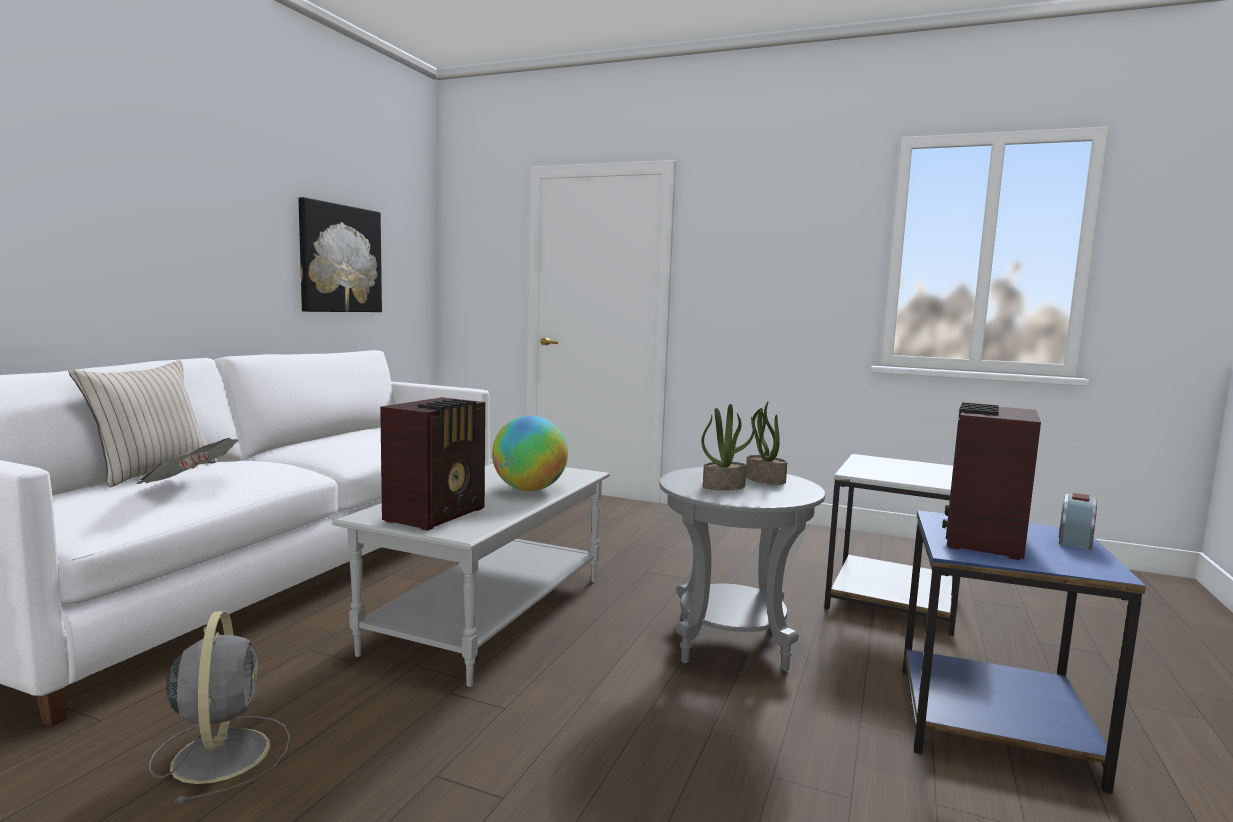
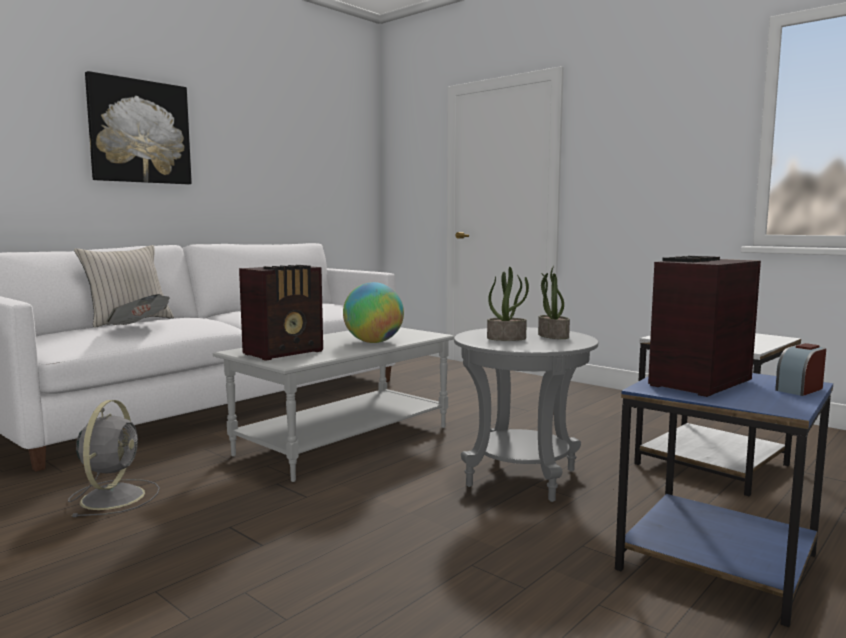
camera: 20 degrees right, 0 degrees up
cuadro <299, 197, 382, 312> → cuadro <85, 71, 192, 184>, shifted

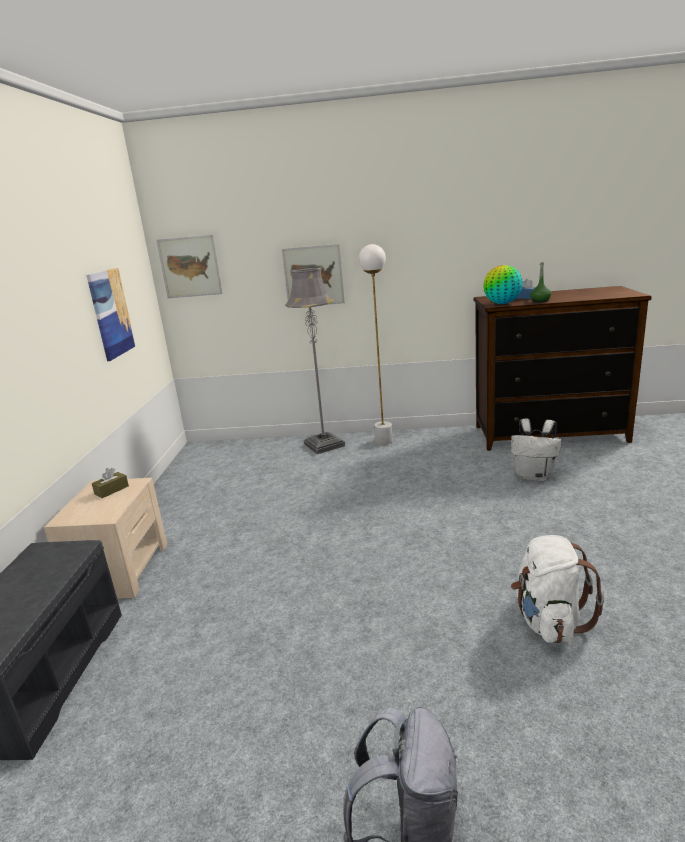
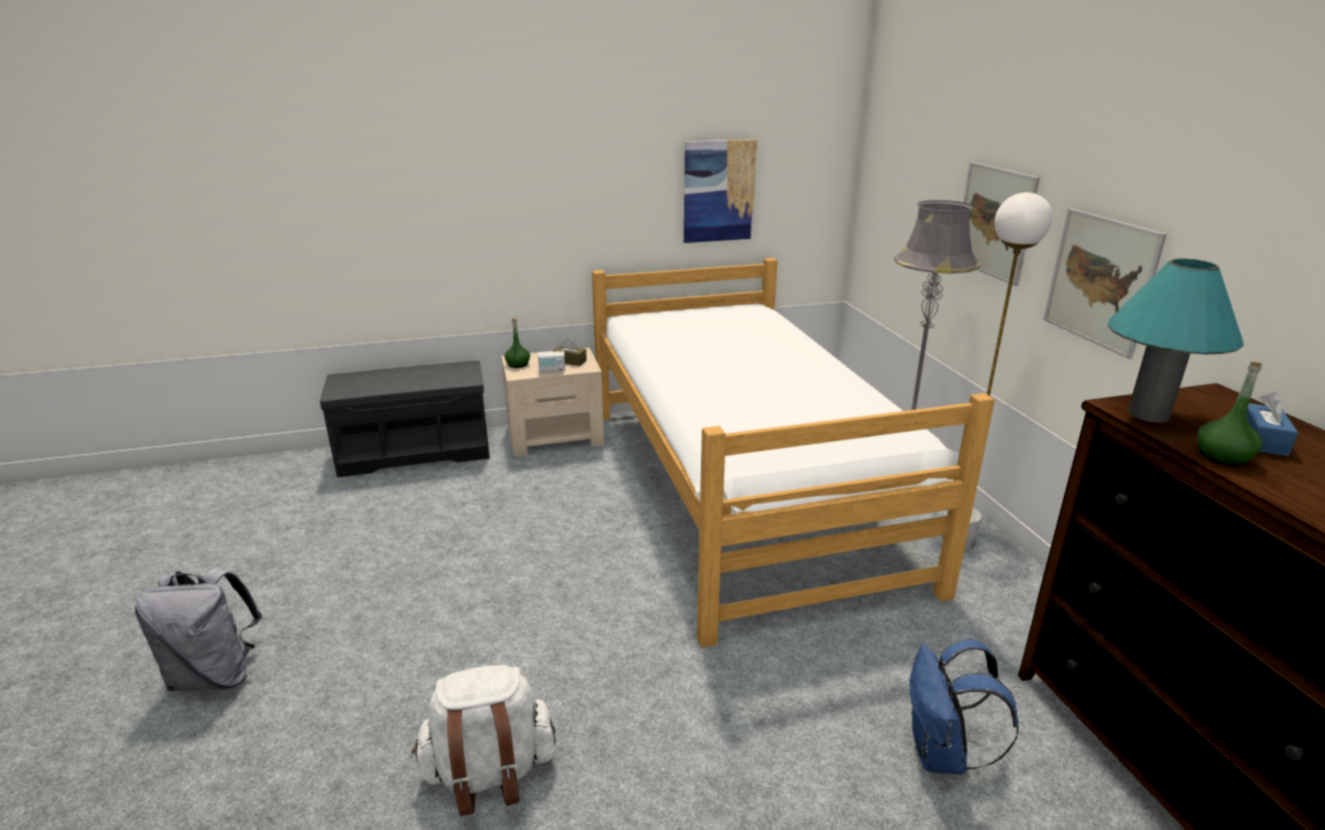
camera: 70 degrees right, 5 degrees up
- → botella (verde) <505, 318, 530, 368>
- → radio <538, 339, 565, 374>
- → cama <592, 258, 995, 648>
mochila (blanco) <511, 419, 562, 481> → mochila (azul) <909, 639, 1019, 774>
cuadro <156, 235, 223, 298> → cuadro <1043, 208, 1167, 359>, shifted
globo terráqueo <483, 265, 523, 304> → lámpara de mesa (turquesa) <1108, 259, 1244, 423>

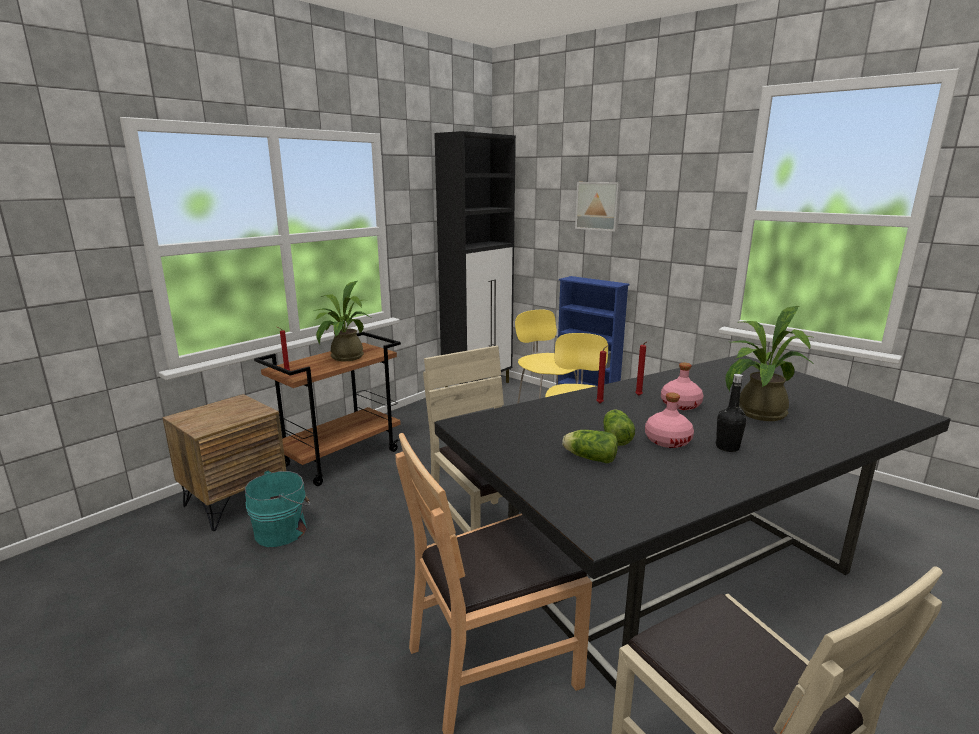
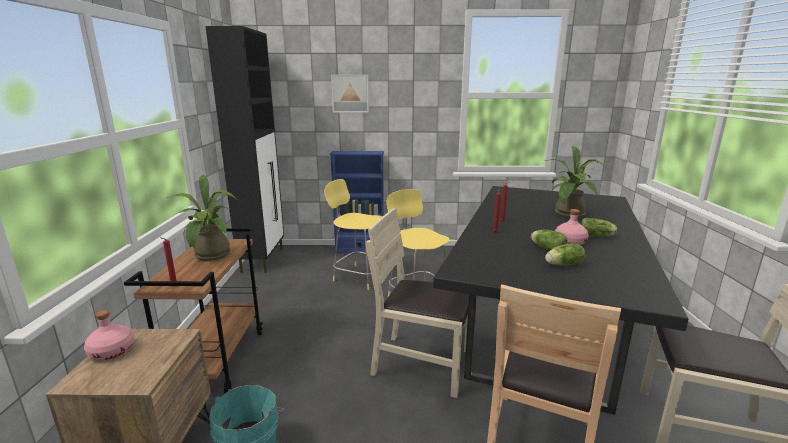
camera: 40 degrees left, 0 degrees up
botella (rosa) <661, 362, 704, 410> → botella (rosa) <84, 310, 134, 360>, shifted
botella (negro) <716, 374, 747, 452> → lechuga <581, 218, 617, 237>

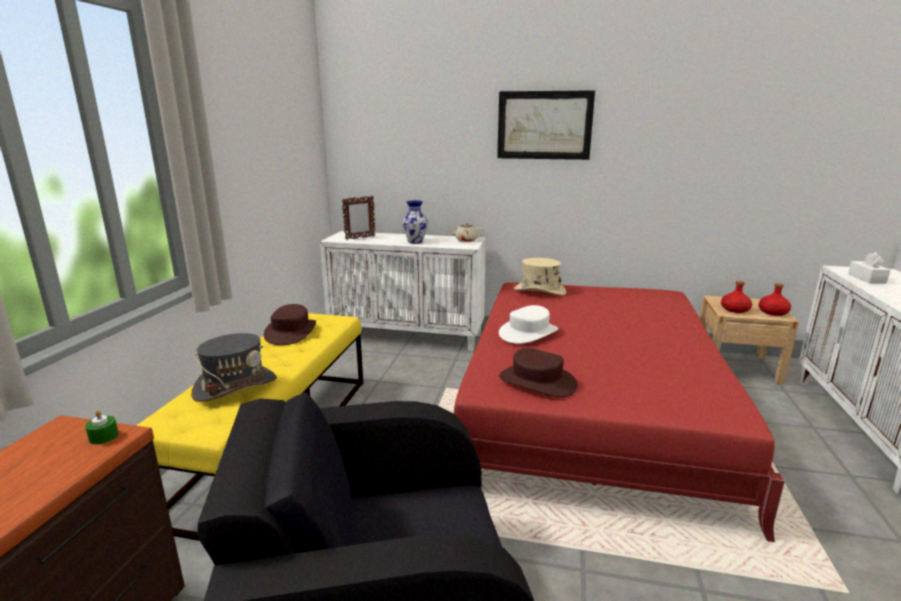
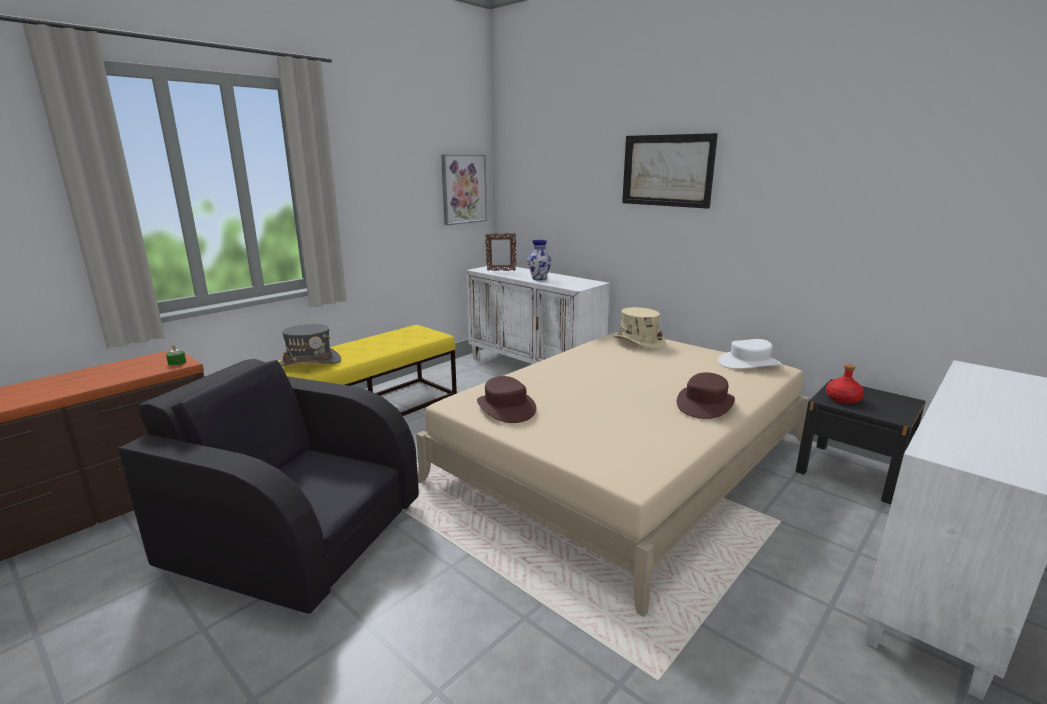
camera: 30 degrees right, 0 degrees up
cama (rojo) <454, 283, 785, 542> → cama (beis) <416, 332, 809, 617>
- → cuadro <441, 154, 487, 225>
sombrero (marrón) <264, 304, 316, 345> → sombrero (marrón) <677, 372, 735, 419>, shifted
sombrero (blanco) <499, 305, 558, 344> → sombrero (blanco) <718, 339, 782, 369>, shifted
mesita de noche (beis) <700, 295, 799, 384> → mesita de noche (negro) <796, 379, 926, 504>
tetera (beis) <448, 222, 484, 242> → -
botella (rojo) <759, 283, 791, 316> → -
caja de pañuelos (blanco) <848, 252, 891, 283> → -

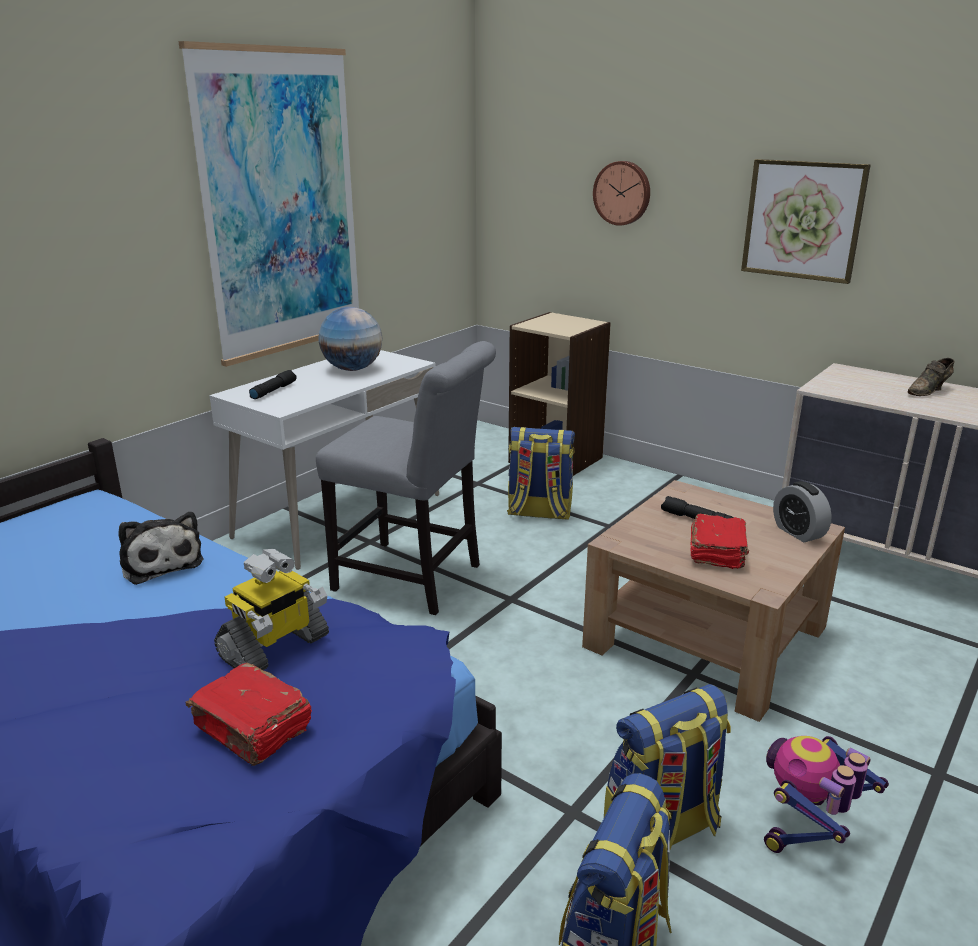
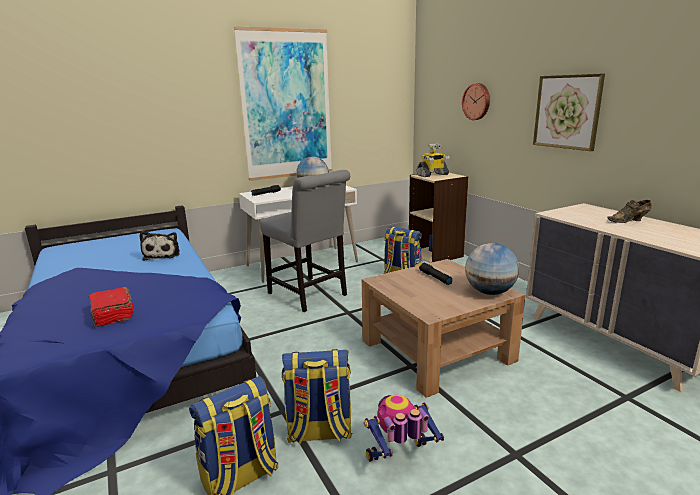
camera: 25 degrees right, 5 degrees down
robot de juguete <214, 549, 329, 670> → robot de juguete <416, 143, 450, 177>, shifted
despertador <773, 481, 832, 542> → globo terráqueo <465, 243, 519, 295>
libro (rojo) <691, 514, 749, 569> → -

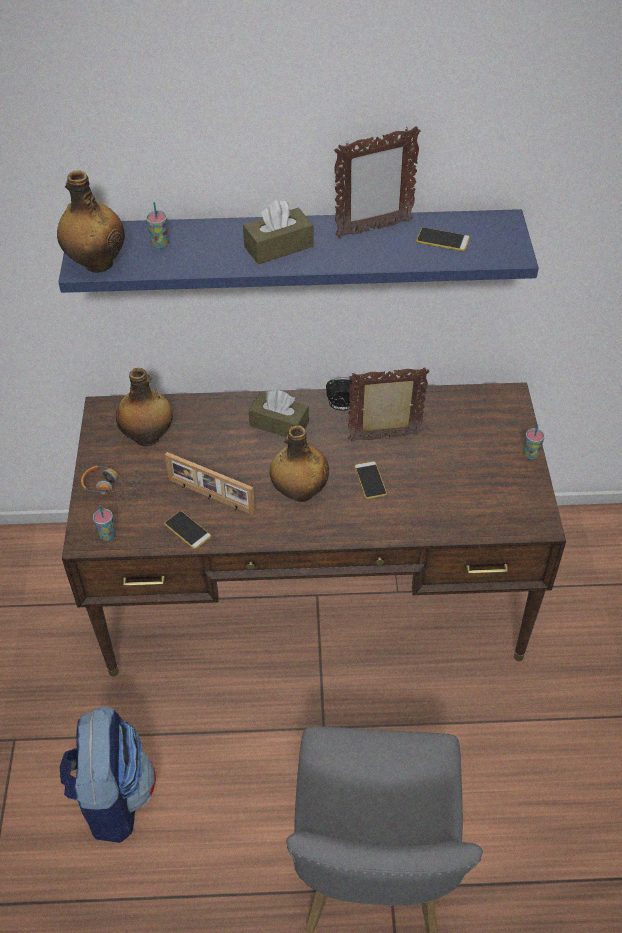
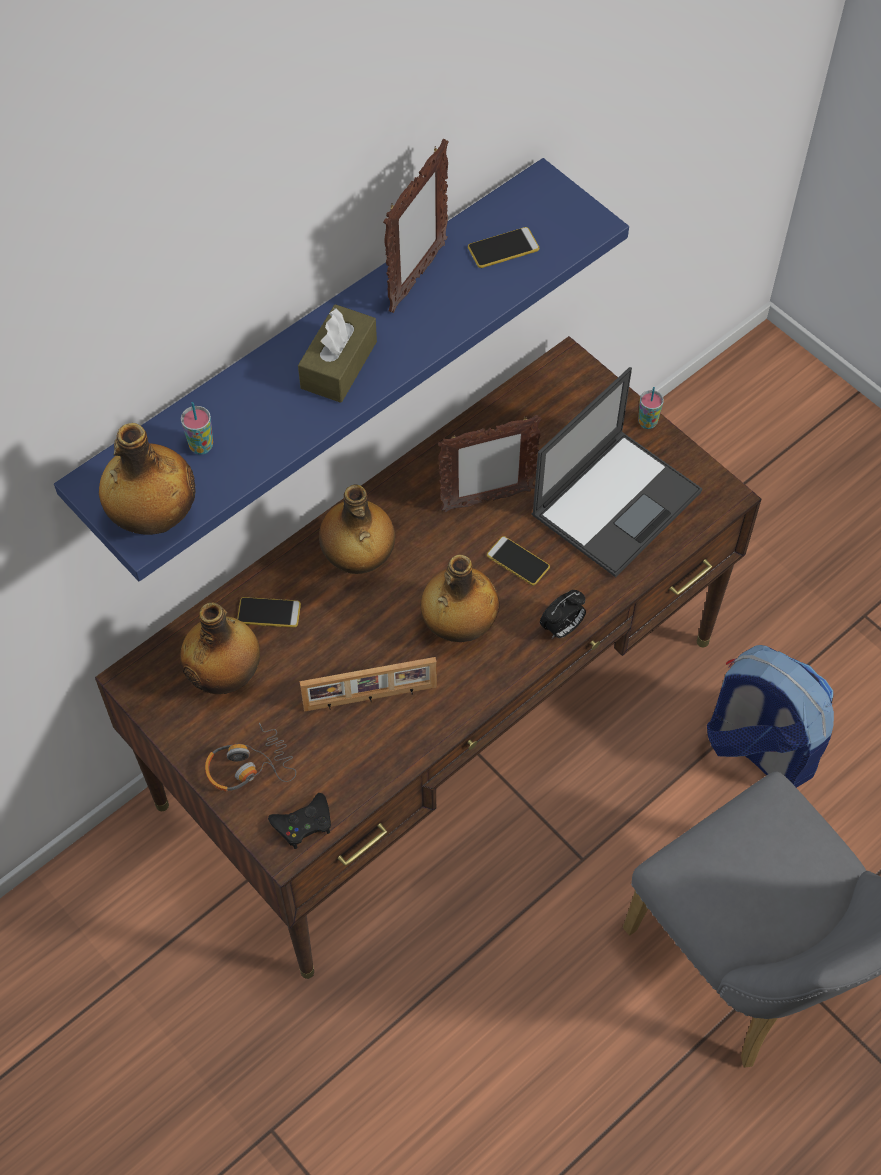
camera: 40 degrees left, 10 degrees up
móvil <164, 511, 211, 549> → móvil <237, 597, 301, 627>, shifted
taza <93, 506, 115, 541> → mando de consola (negro) <268, 793, 331, 849>
caja de pañuelos (marrón) <249, 390, 309, 437> → botella <319, 485, 395, 574>
portarretratos <348, 367, 430, 442> → portarretratos <438, 415, 542, 512>, 150 degrees counterclockwise
- → portátil <532, 367, 702, 577>
despertador <326, 377, 357, 411> → despertador <540, 590, 586, 638>, shifted
mochila <60, 707, 156, 843> → mochila <707, 645, 834, 788>, shifted

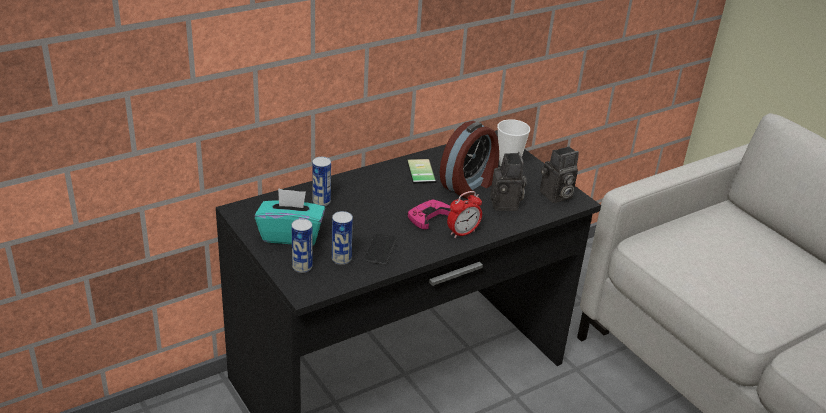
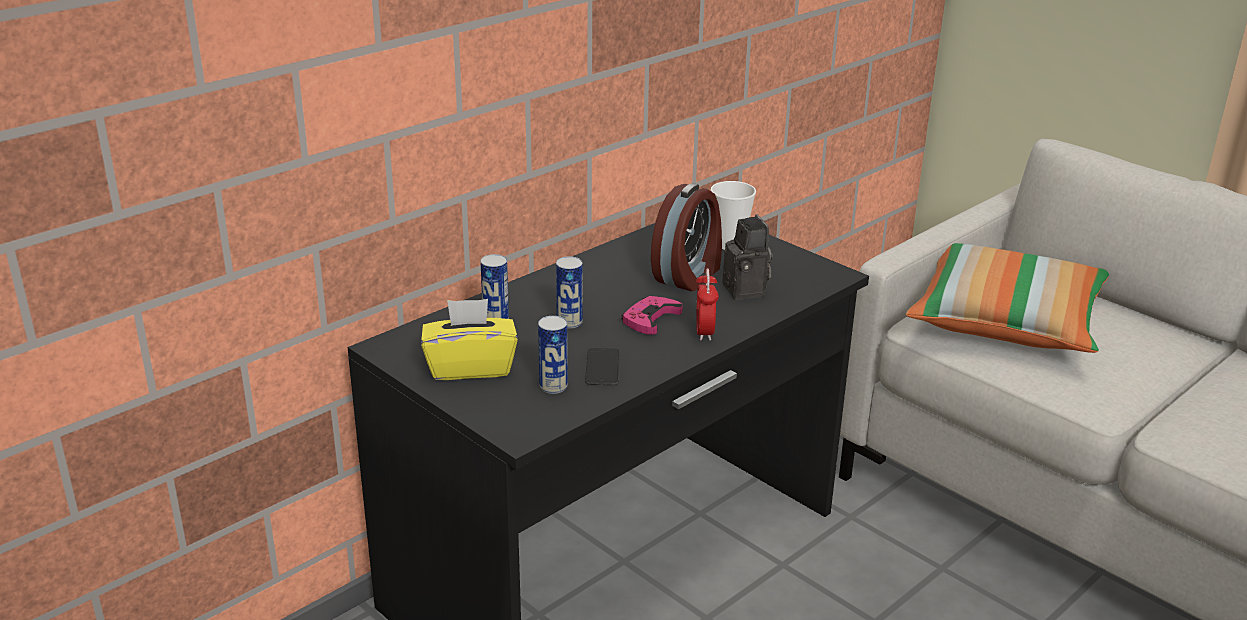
camera: 10 degrees left, 5 degrees down
caja de pañuelos (turquesa) <255, 188, 325, 246> → caja de pañuelos (amarillo) <421, 299, 518, 380>
lata <291, 219, 312, 273> → lata <556, 256, 583, 329>, shifted
despertador <447, 191, 482, 238> → despertador <696, 268, 719, 341>, 135 degrees clockwise
- → cojín <906, 243, 1109, 353>
móvil <407, 158, 437, 184> → -
cámara <540, 146, 579, 203> → -

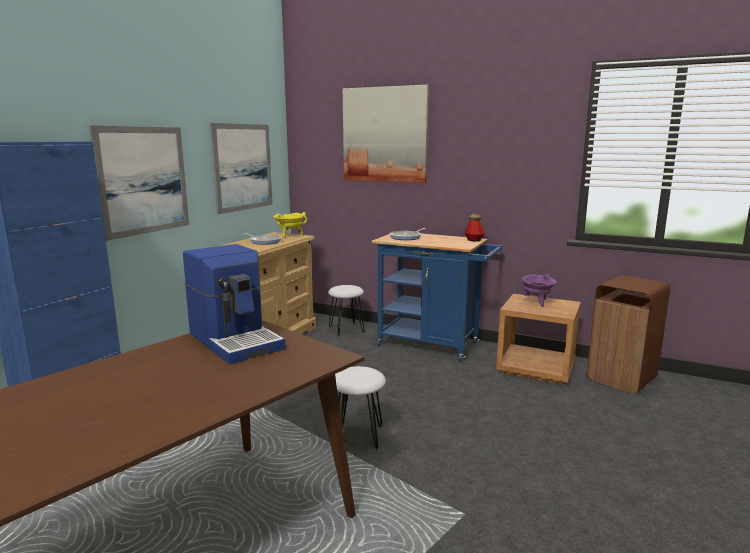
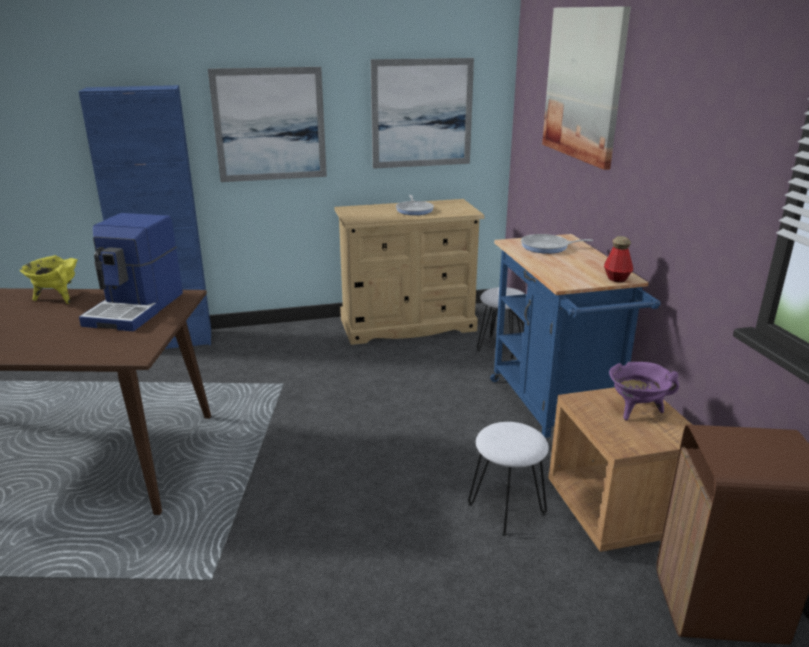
camera: 50 degrees right, 10 degrees up
olla (amarillo) <274, 212, 307, 237> → olla (amarillo) <20, 255, 78, 304>, shifted
taburete (blanco) <335, 366, 386, 451> → taburete (blanco) <468, 422, 549, 536>, shifted

